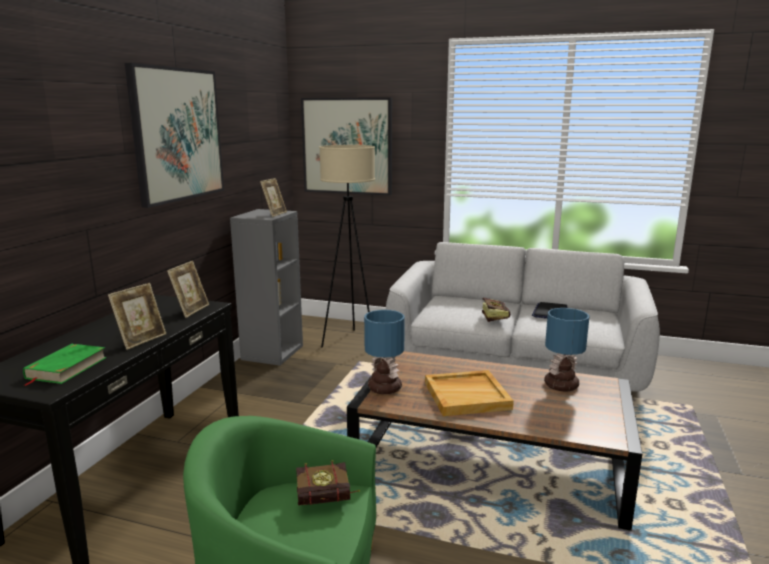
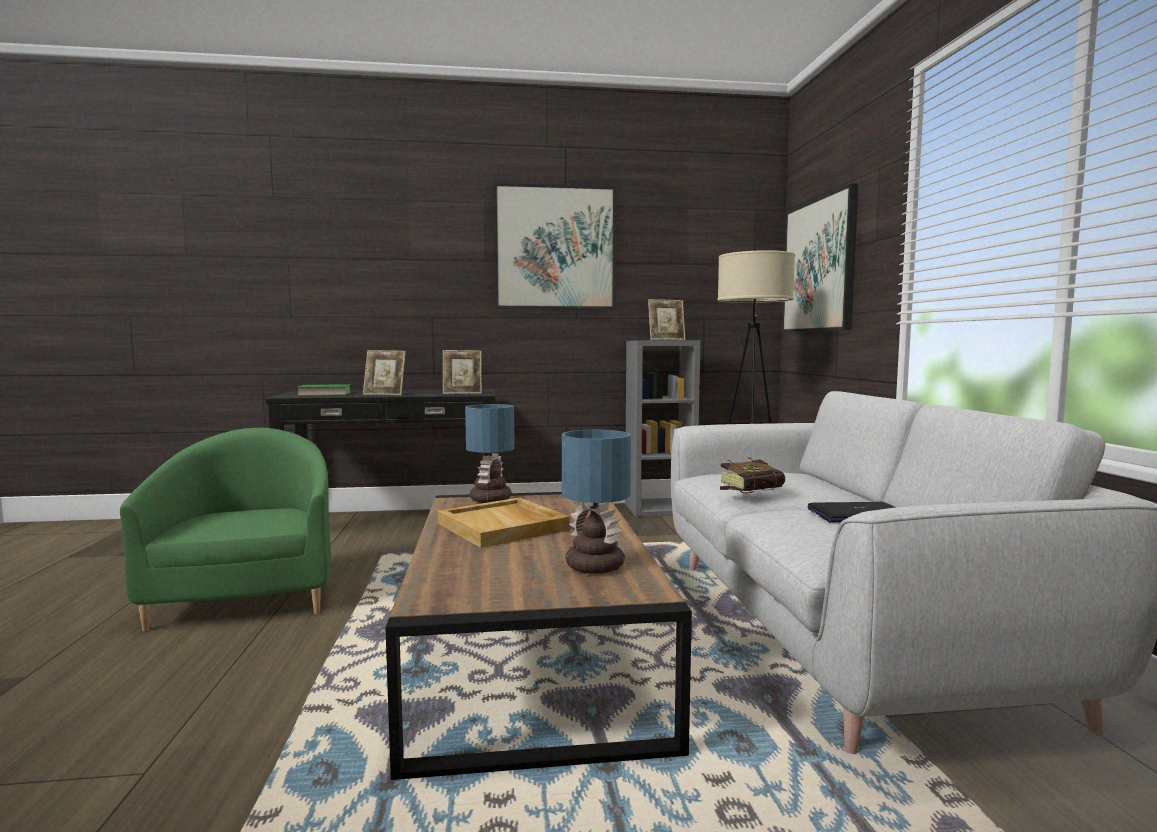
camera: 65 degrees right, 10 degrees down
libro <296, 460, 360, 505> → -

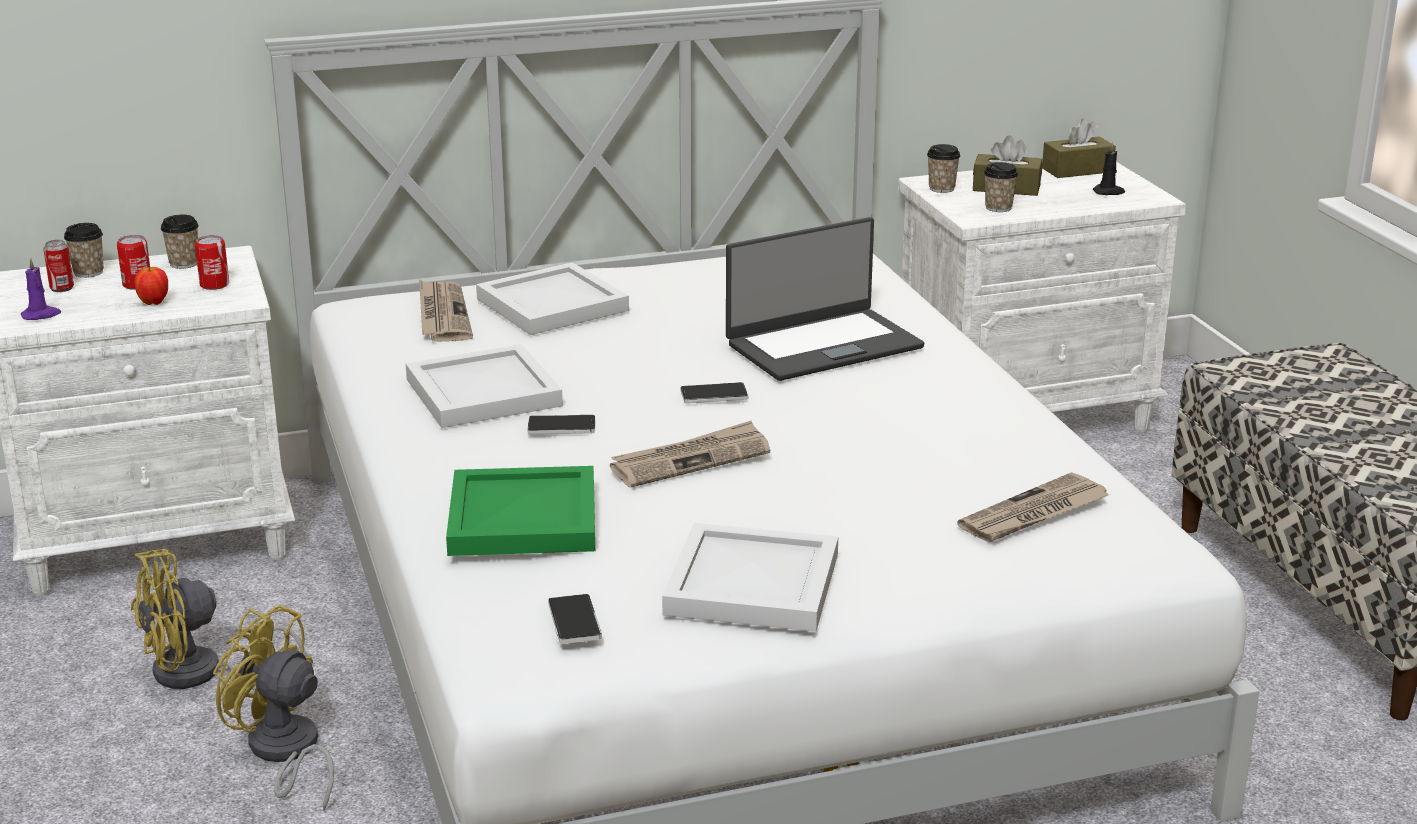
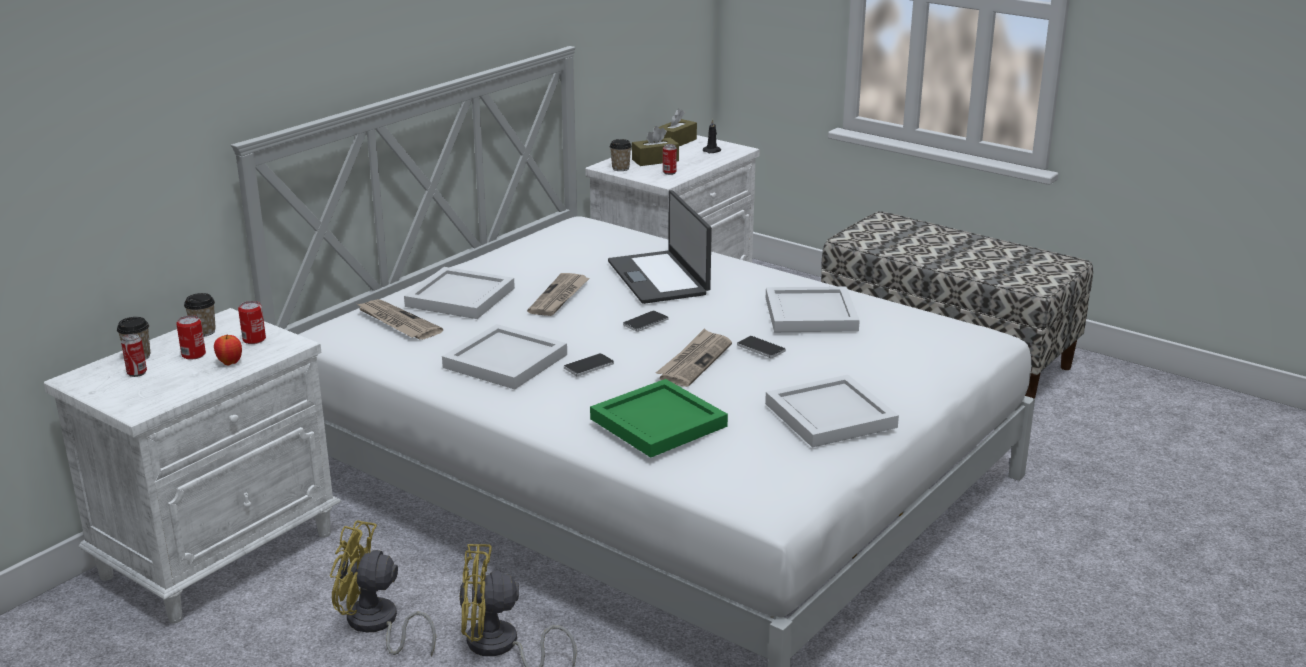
camera: 35 degrees left, 0 degrees up
ventilador (amarillo) <131, 549, 307, 690> → ventilador (amarillo) <330, 520, 436, 656>, 75 degrees clockwise
periódico <957, 472, 1109, 543> → periódico <527, 273, 590, 316>, shifted
portátil <726, 217, 924, 381> → portátil <608, 190, 712, 304>, 135 degrees clockwise
taza <984, 162, 1018, 212> → lata <663, 144, 677, 175>
móvil <548, 594, 602, 644> → móvil <737, 336, 785, 358>, shifted
- → bandeja (blanco) <766, 286, 860, 332>
vela (morado) <21, 257, 61, 320> → -

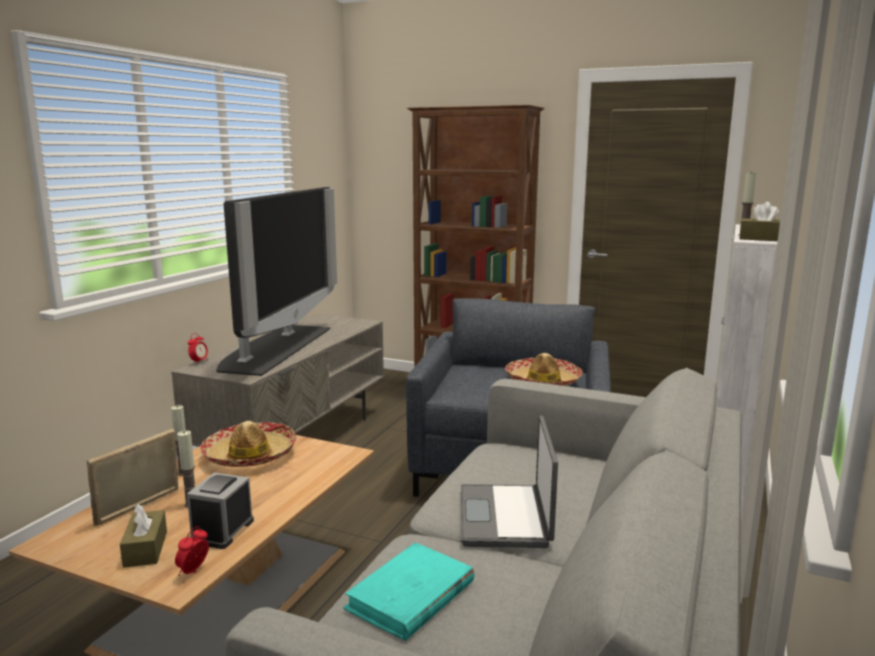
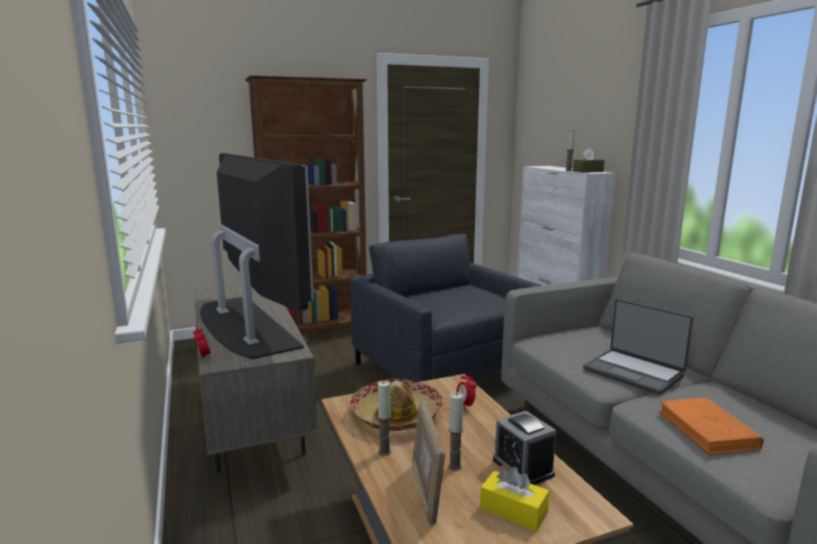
camera: 45 degrees left, 0 degrees up
despertador <175, 526, 209, 576> → despertador <456, 372, 477, 410>, shifted
caja de pañuelos (marrón) <120, 503, 167, 568> → caja de pañuelos (amarillo) <480, 467, 549, 531>
libro (turquesa) <343, 542, 474, 641> → libro (naranja) <659, 398, 764, 455>
sombrero <505, 353, 583, 386> → -

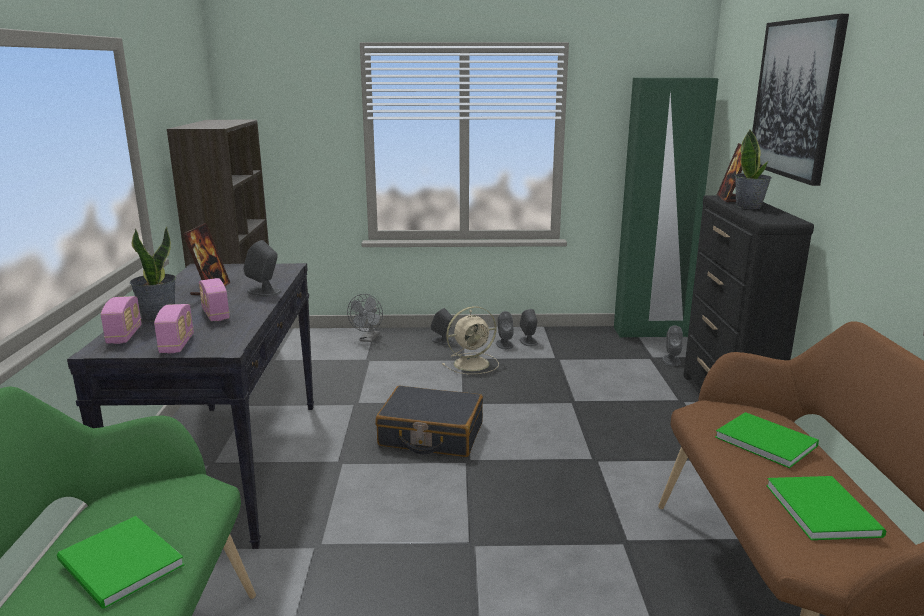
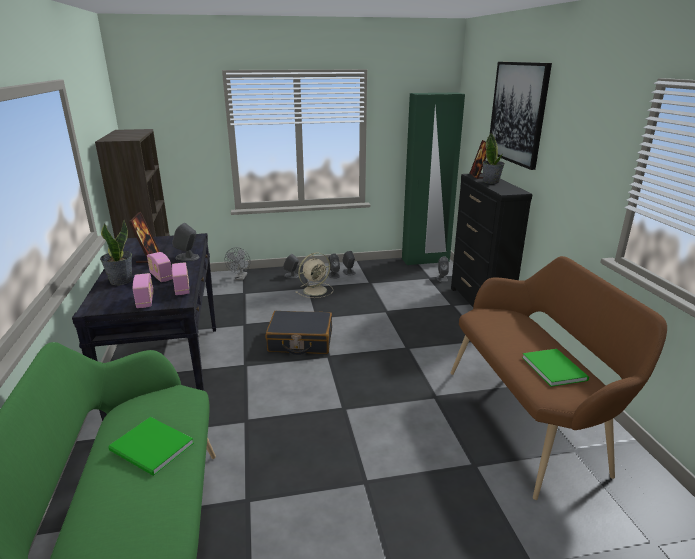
camera: 10 degrees left, 5 degrees up
radio <101, 296, 142, 344> → radio <172, 262, 190, 295>, shifted
libro (verde) <715, 412, 819, 468> → -

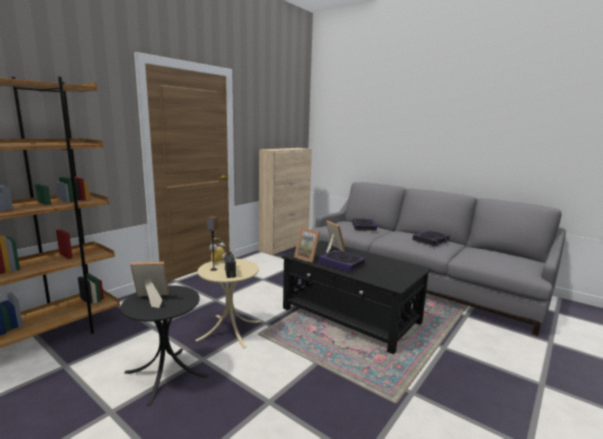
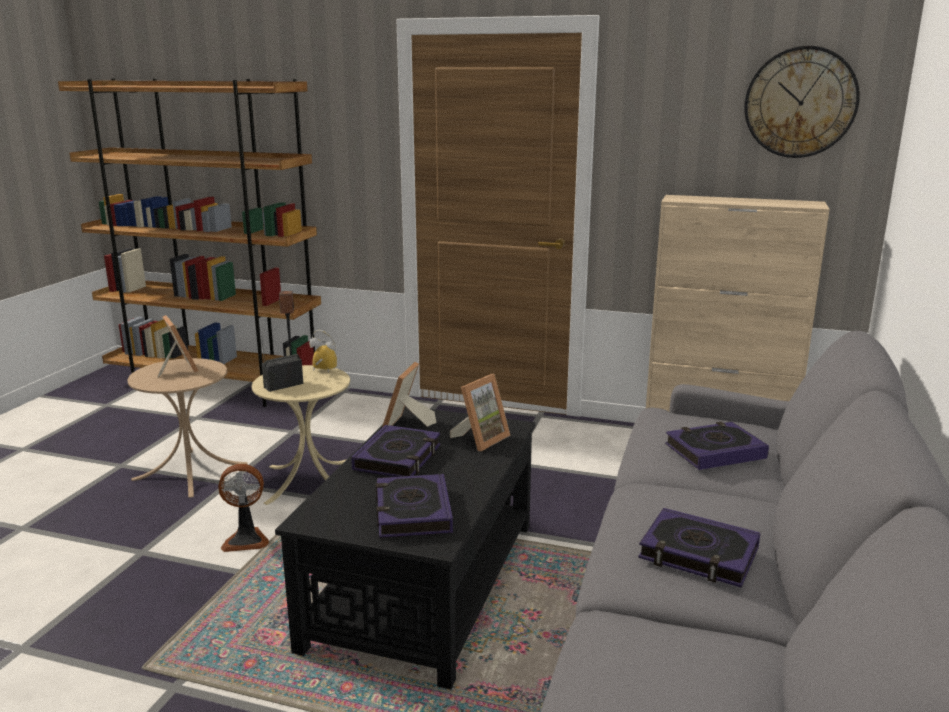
camera: 70 degrees right, 5 degrees up
mesa auxiliar (negro) <121, 285, 209, 406> → mesa auxiliar (beis) <128, 358, 248, 498>
- → ventilador <218, 464, 269, 552>
- → libro <376, 474, 453, 538>
- → reloj de pared <744, 46, 860, 158>

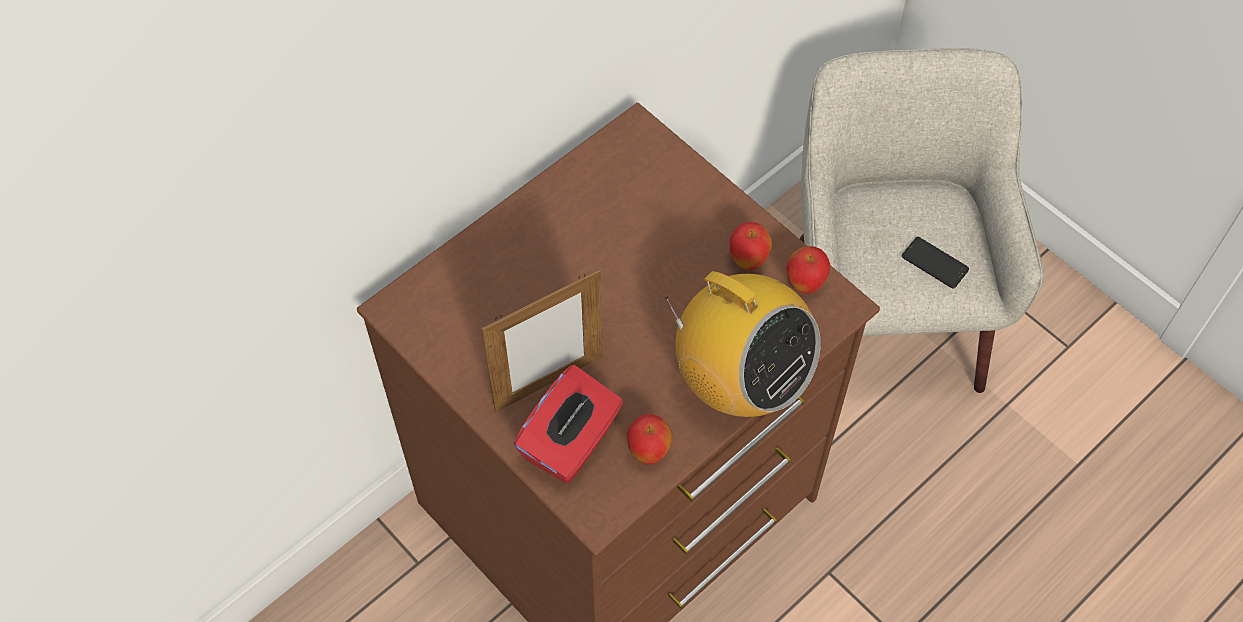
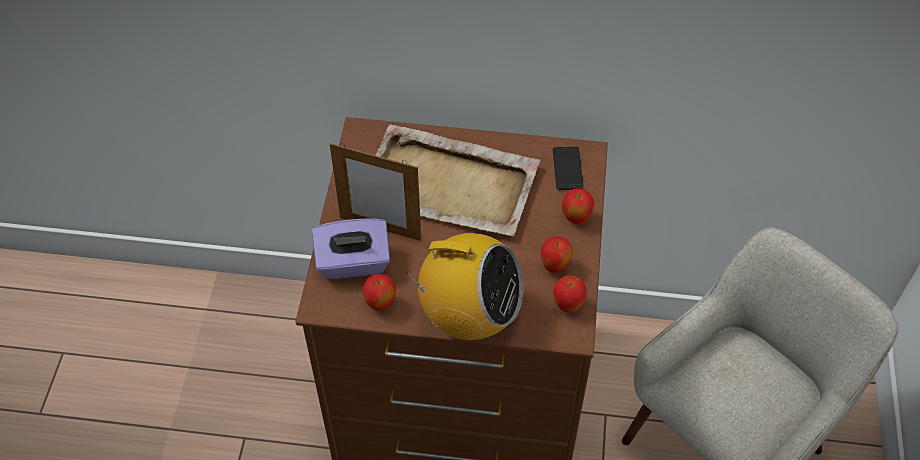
camera: 50 degrees right, 5 degrees down
caja de pañuelos (rojo) <513, 365, 623, 483> → caja de pañuelos (morado) <312, 218, 390, 279>
- → bandeja (beis) <376, 125, 540, 236>
radio <665, 271, 821, 417> → radio <406, 233, 523, 340>, 75 degrees counterclockwise
móvil <902, 237, 969, 289> → móvil <553, 147, 584, 190>, shifted
- → manzana <562, 188, 595, 224>

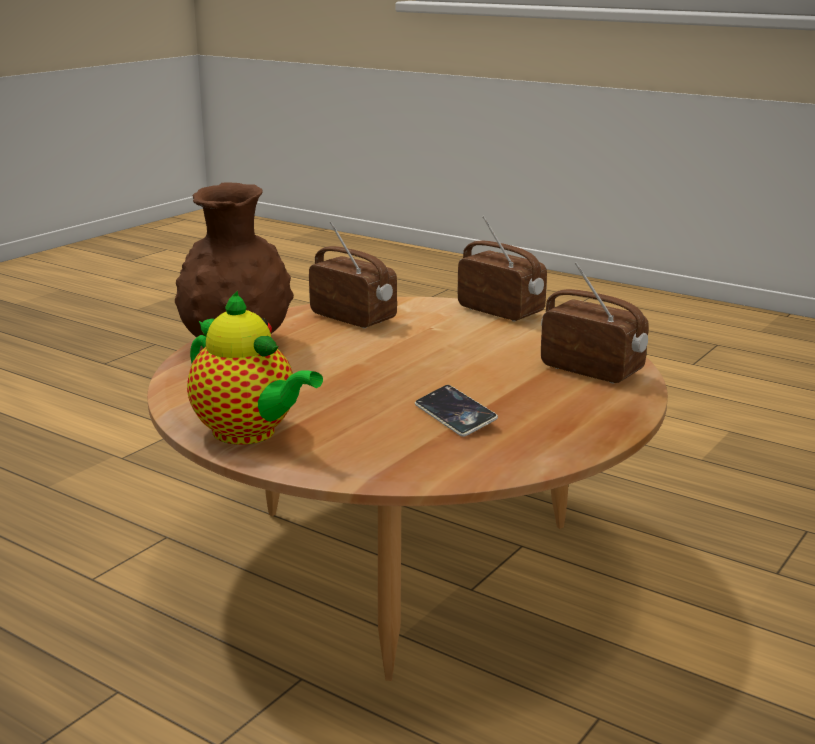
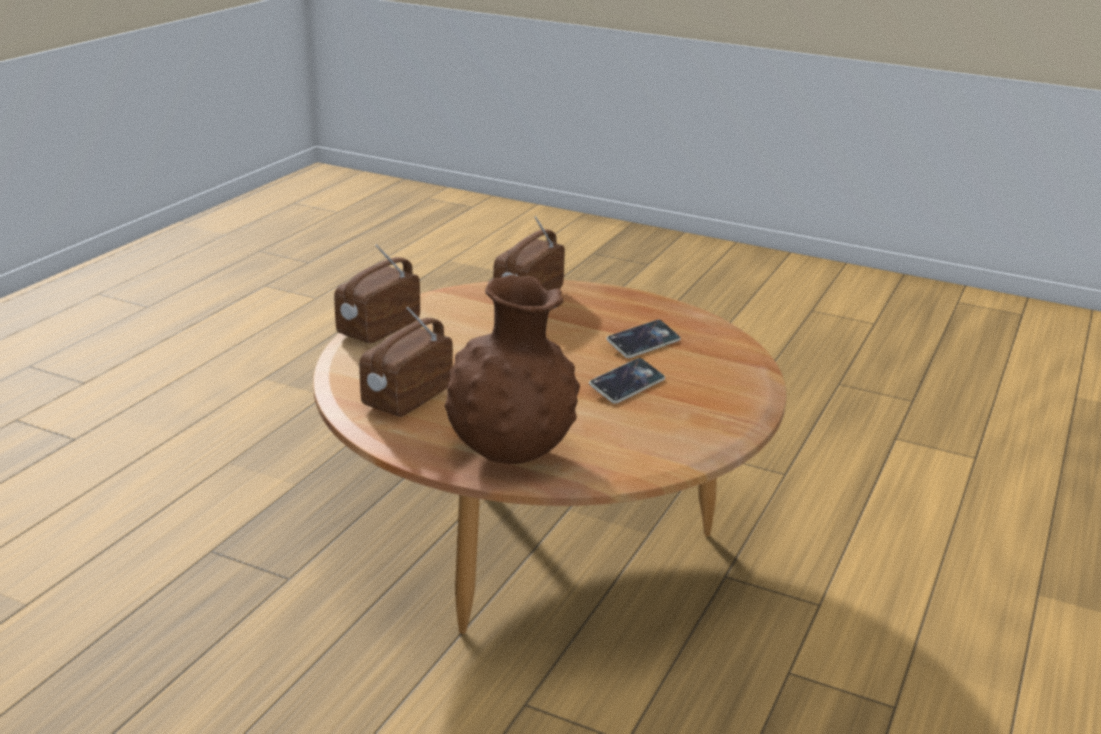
camera: 100 degrees left, 5 degrees up
- → móvil <589, 358, 665, 404>
tetera <187, 291, 323, 445> → -

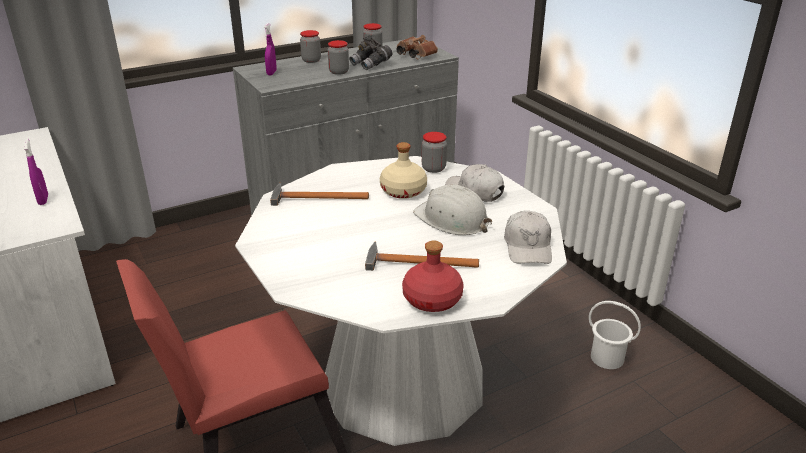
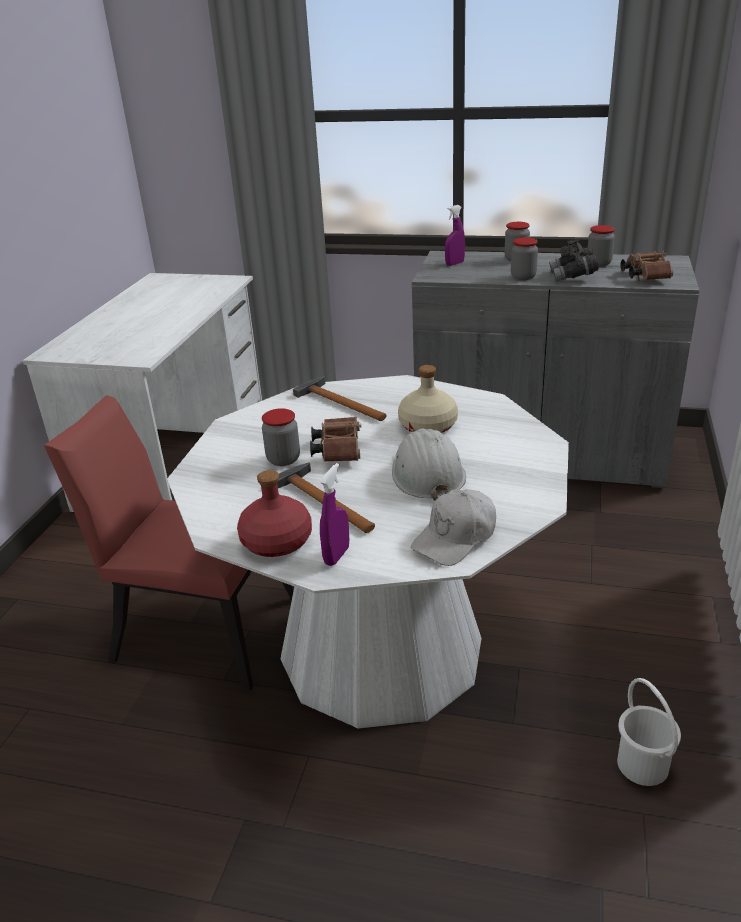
camera: 45 degrees right, 0 degrees up
tarro <422, 132, 447, 173> → tarro <262, 408, 300, 466>, shifted
- → prismáticos (marrón) <310, 417, 361, 462>
pulverizador (morado) <24, 138, 48, 205> → pulverizador (morado) <320, 463, 349, 566>, shifted
gorra (blanco) <445, 164, 504, 202> → -

